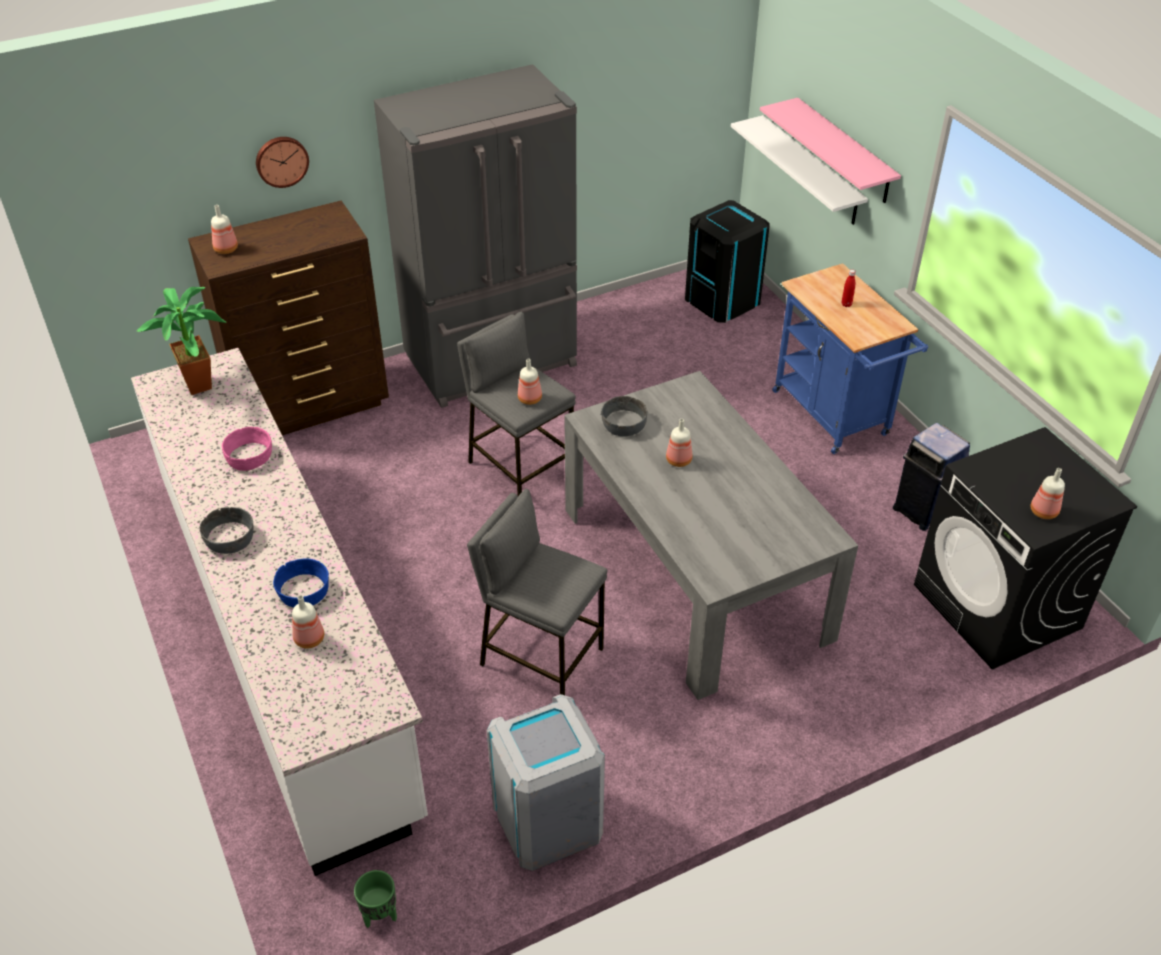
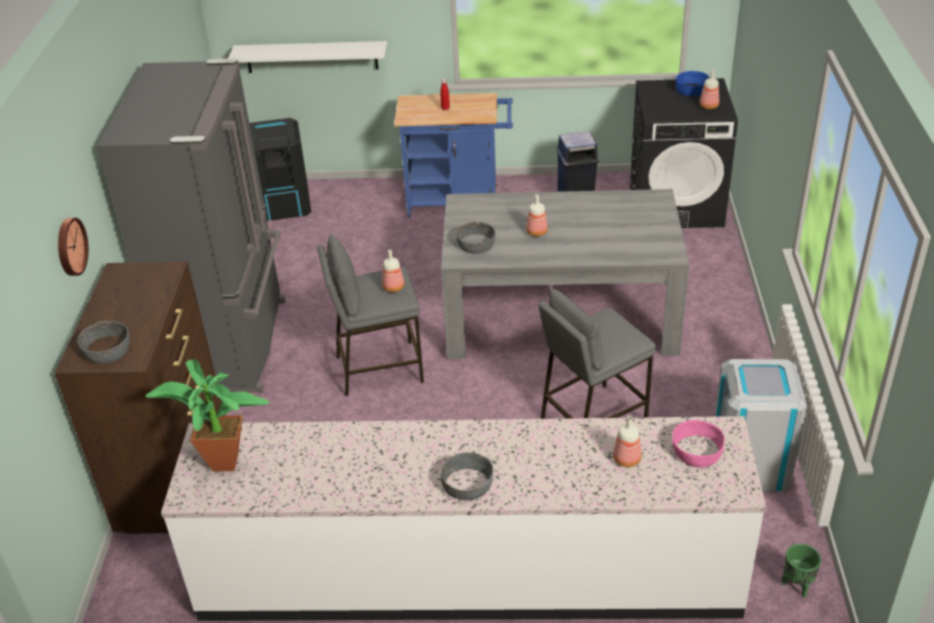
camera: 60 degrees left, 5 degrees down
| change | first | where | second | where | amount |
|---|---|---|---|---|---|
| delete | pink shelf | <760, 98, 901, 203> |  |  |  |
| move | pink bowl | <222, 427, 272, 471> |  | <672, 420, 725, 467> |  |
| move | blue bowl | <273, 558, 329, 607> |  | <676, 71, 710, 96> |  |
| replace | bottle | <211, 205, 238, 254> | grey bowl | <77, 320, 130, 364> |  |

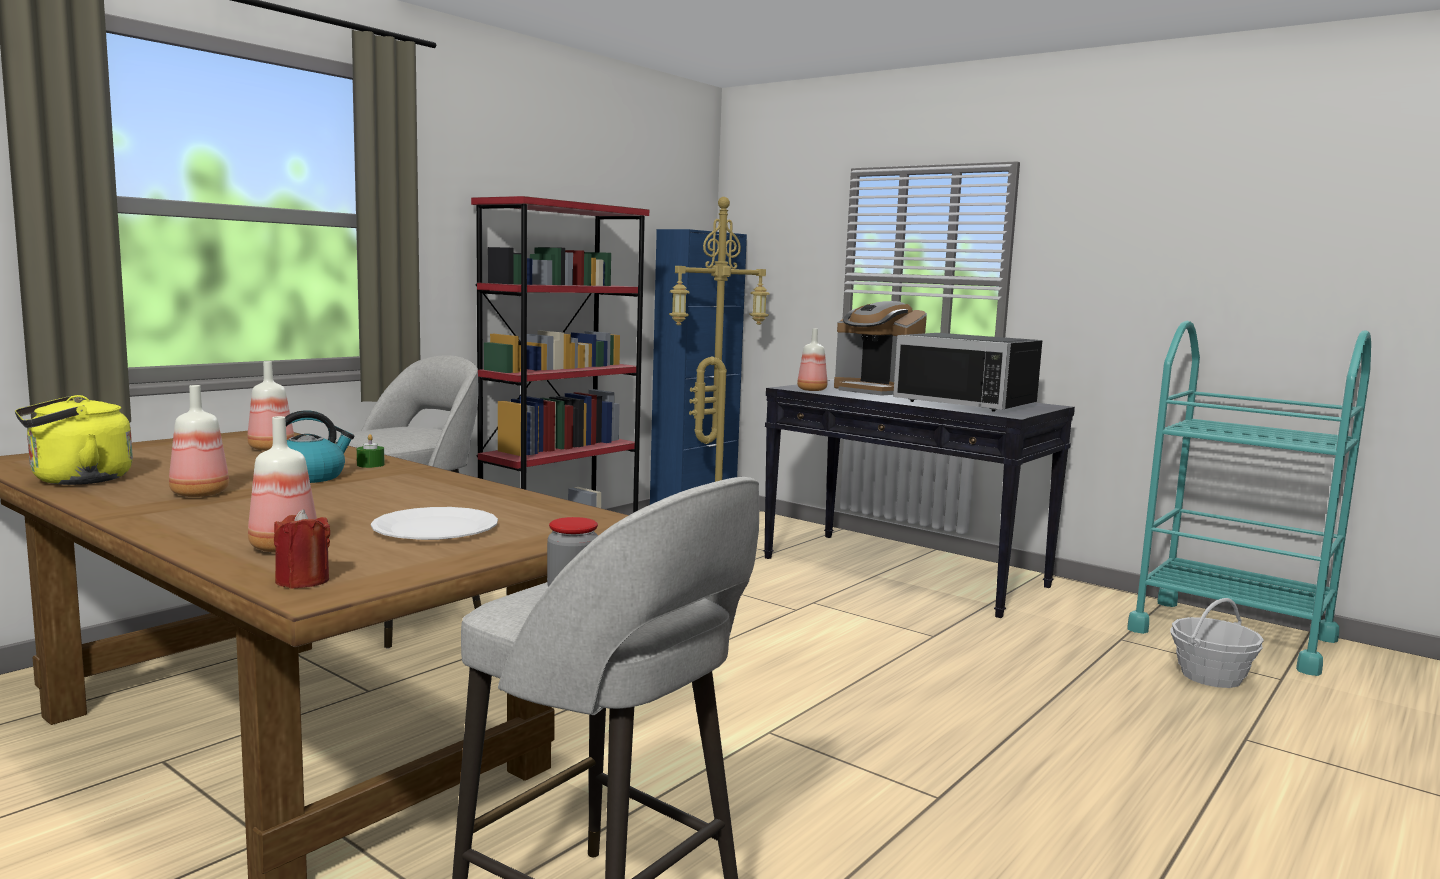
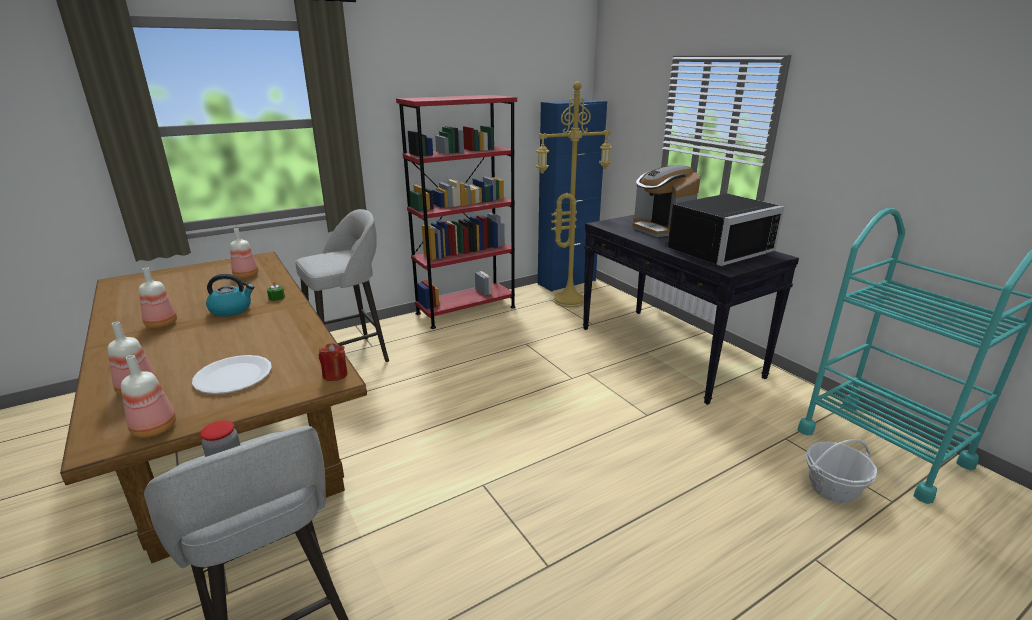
camera: 20 degrees right, 15 degrees up
| change | first | where | second | where | amount |
|---|---|---|---|---|---|
| delete | yellow kettle | <15, 395, 133, 485> |  |  |  |
| move | red candle | <274, 509, 330, 588> |  | <318, 343, 348, 381> |  |
| move | bottle | <797, 328, 827, 391> |  | <121, 355, 176, 438> |  |
| rotate | black microwave | <893, 333, 1042, 412> |  | <664, 194, 785, 266> | 90 degrees counterclockwise |

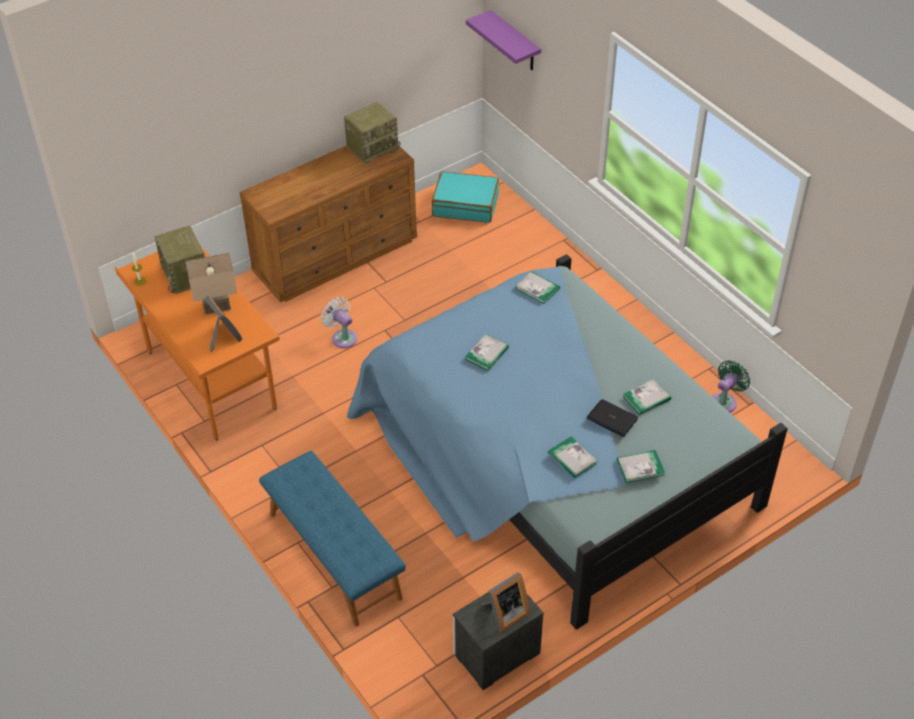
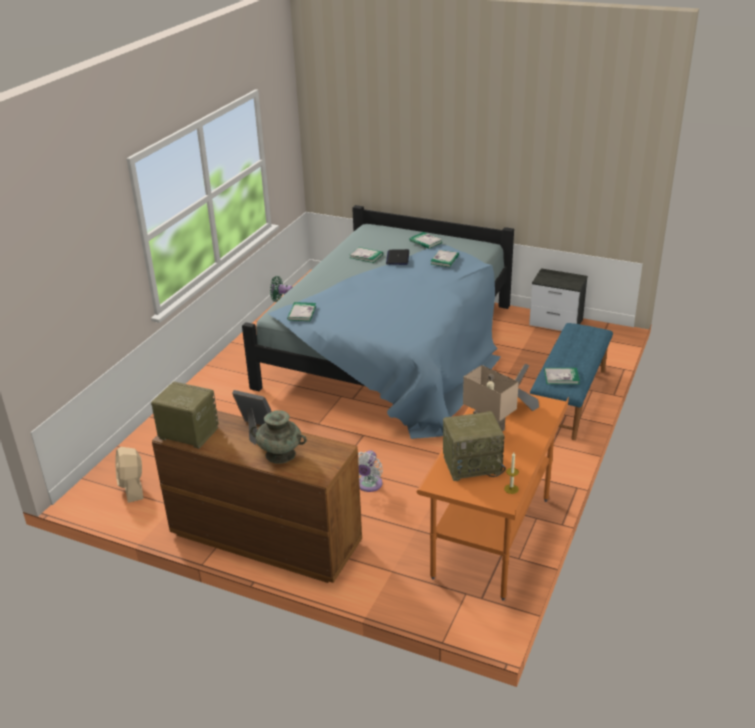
camera: 120 degrees left, 15 degrees down
| change | first | where | second | where | amount |
|---|---|---|---|---|---|
| delete | purple shelf | <466, 10, 541, 70> |  |  |  |
| insert |  |  | turquoise vase | <250, 410, 307, 464> |  |
| move | book | <465, 334, 509, 371> |  | <544, 368, 580, 384> |  |
| move | picture frame | <481, 572, 530, 632> |  | <232, 390, 272, 445> |  |
| replace | turquoise suitcase | <432, 171, 499, 223> | beige fan | <116, 447, 144, 503> |  |
| rotate | radio | <154, 226, 205, 294> |  | <443, 411, 506, 481> | 45 degrees clockwise |

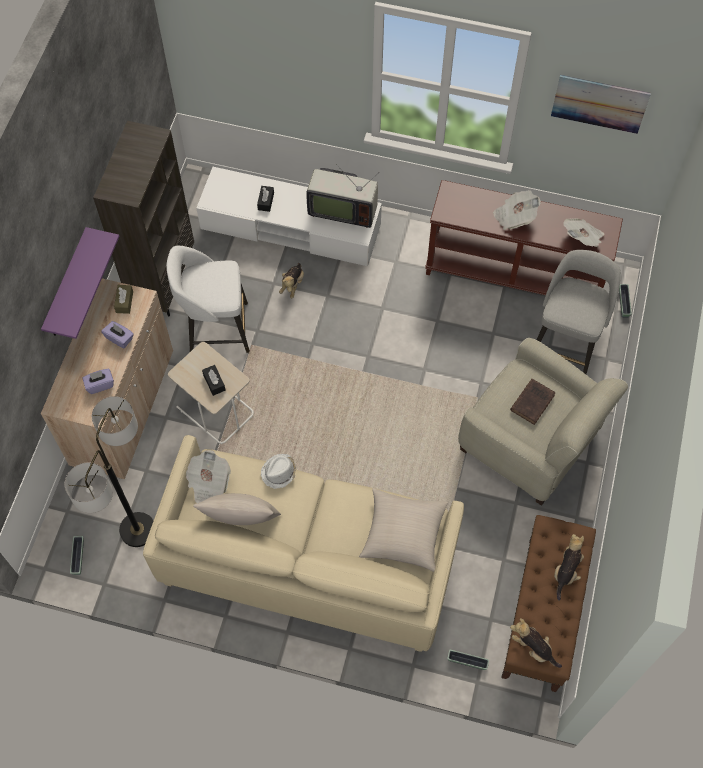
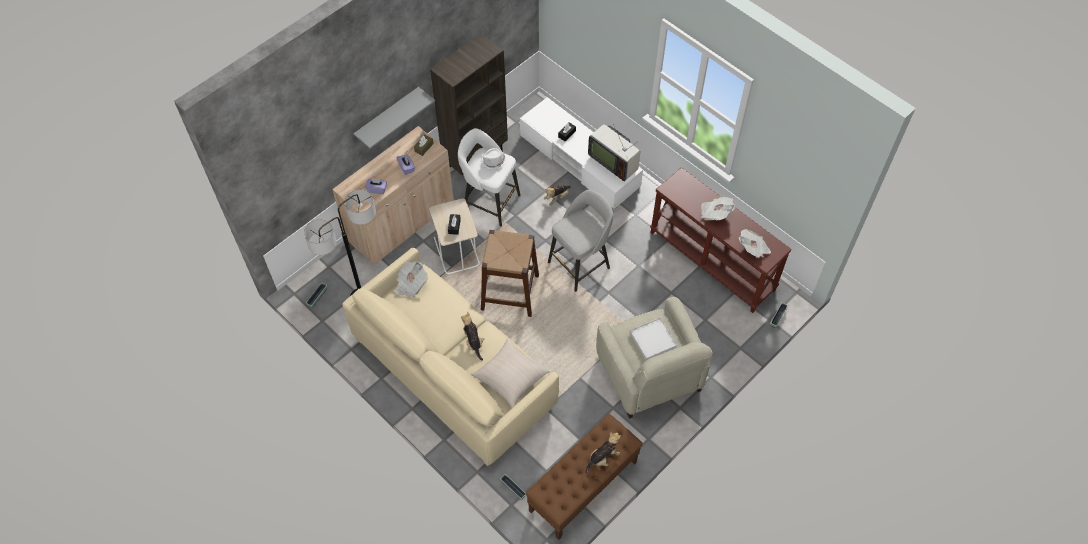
camera: 30 degrees right, 5 degrees down
| change | first | where | second | where | amount |
|---|---|---|---|---|---|
| delete | beige pillow | <193, 493, 281, 525> |  |  |  |
| delete | picture | <551, 75, 651, 134> |  |  |  |
| insert |  |  | brown stool | <481, 230, 539, 317> |  |
| move | white hat | <261, 454, 296, 489> |  | <481, 148, 505, 170> |  |
| move | plush toy | <510, 618, 562, 668> |  | <461, 312, 485, 361> |  |
| move | grey stool | <537, 250, 621, 375> |  | <548, 190, 613, 292> |  |
| replace | brown book | <510, 379, 556, 425> | white tray | <630, 317, 677, 360> |  |
| recolor | purple shelf | <41, 227, 120, 339> | grey shelf | <353, 87, 435, 149> |  |

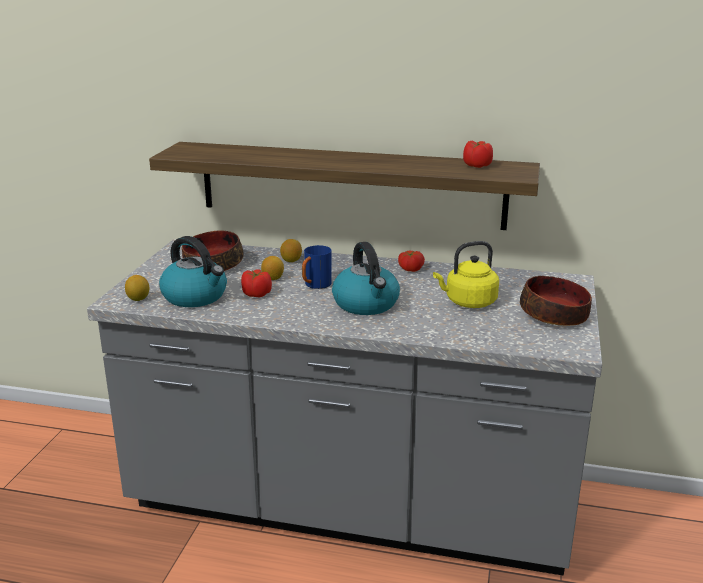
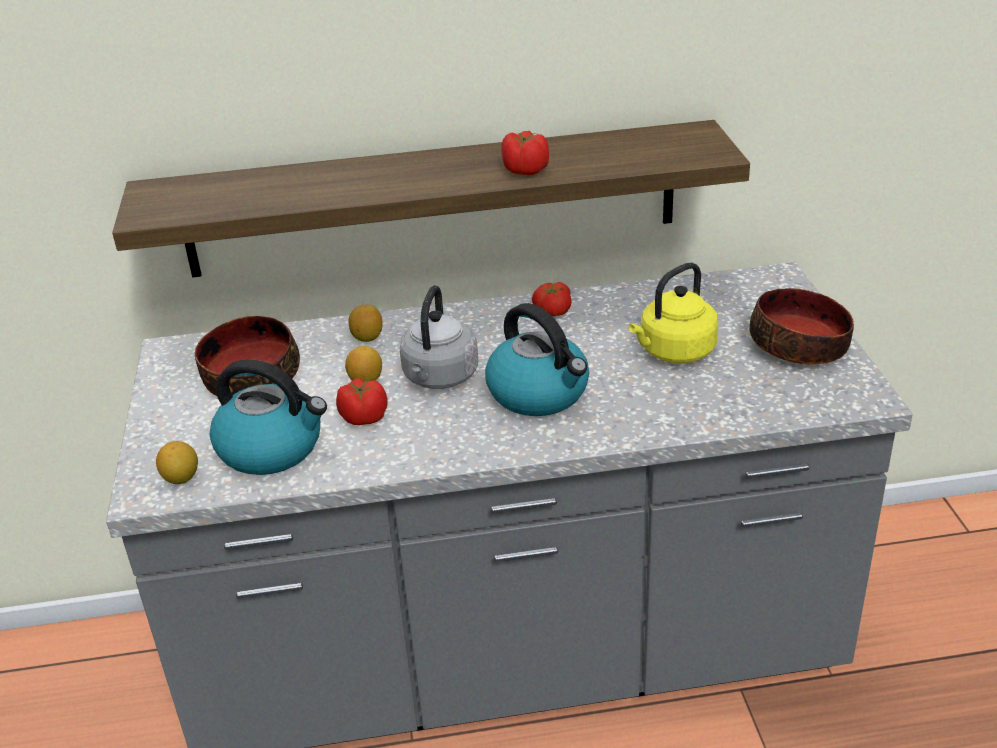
camera: 20 degrees left, 10 degrees up
| change | first | where | second | where | amount |
|---|---|---|---|---|---|
| move | tomato | <463, 140, 493, 168> |  | <501, 131, 549, 175> |  |
| replace | blue mug | <302, 245, 332, 289> | grey kettle | <400, 285, 478, 389> |  |

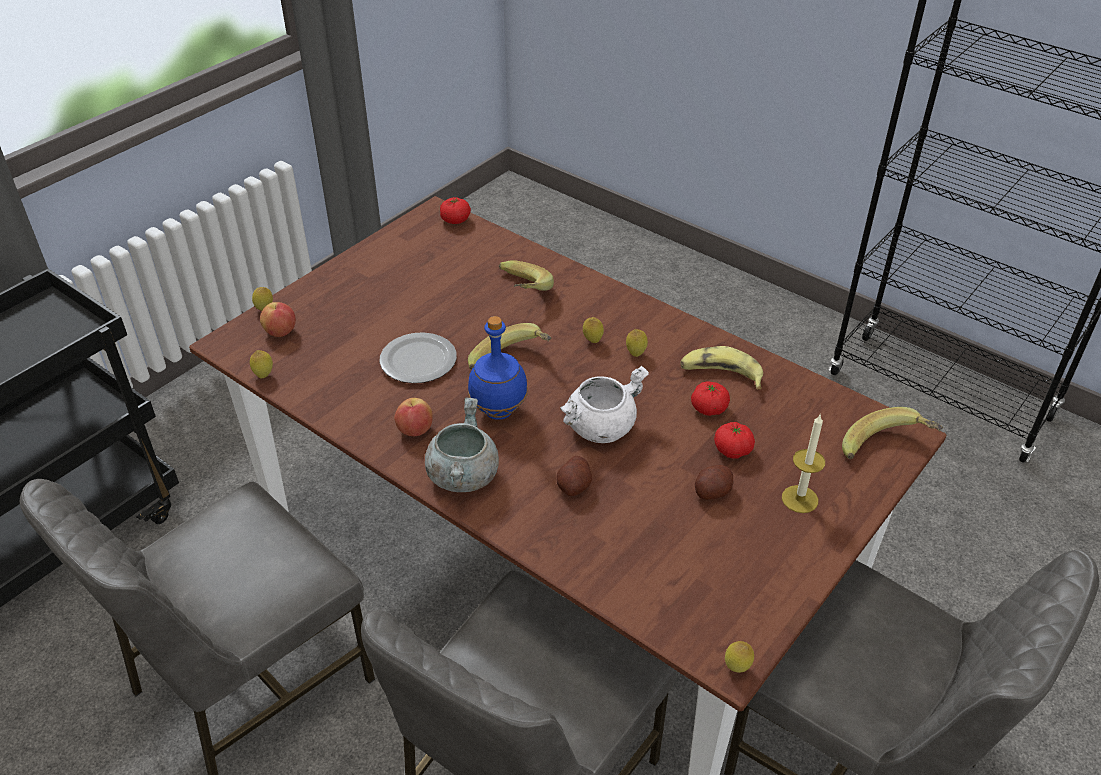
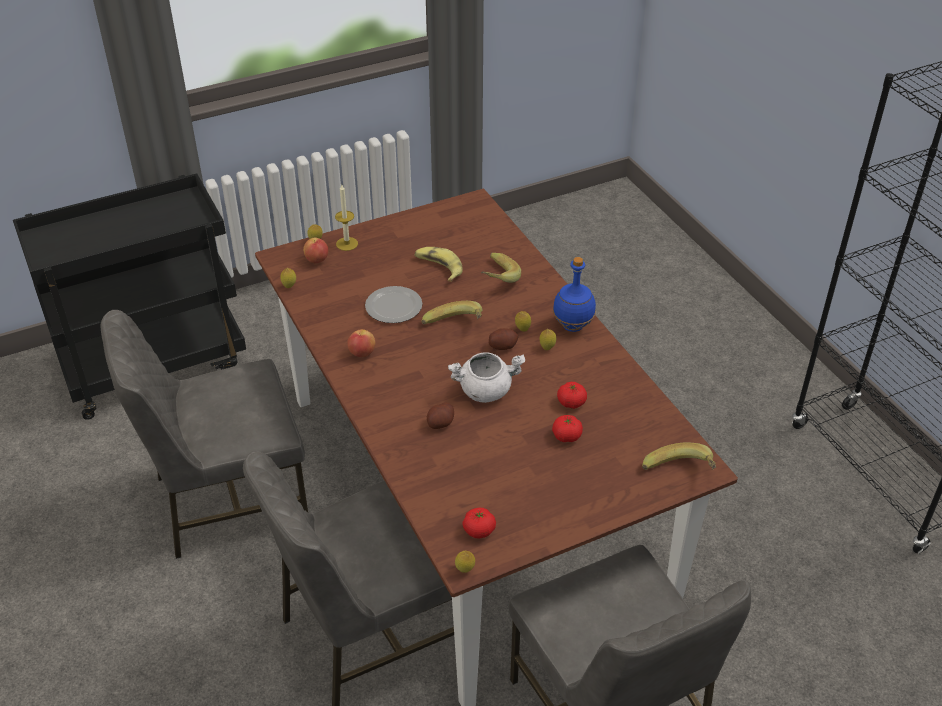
camera: 25 degrees right, 0 degrees up
| change | first | where | second | where | amount |
|---|---|---|---|---|---|
| delete | grey cooking pot | <425, 397, 499, 492> |  |  |  |
| move | tomato | <440, 197, 471, 224> |  | <462, 508, 496, 539> |  |
| move | blue bottle | <468, 316, 528, 420> |  | <553, 257, 596, 332> |  |
| move | banana | <681, 346, 763, 390> |  | <415, 247, 463, 282> |  |
| move | potato | <695, 465, 733, 500> |  | <489, 328, 518, 350> |  |
| move | candle | <782, 415, 825, 513> |  | <335, 185, 358, 251> |  |

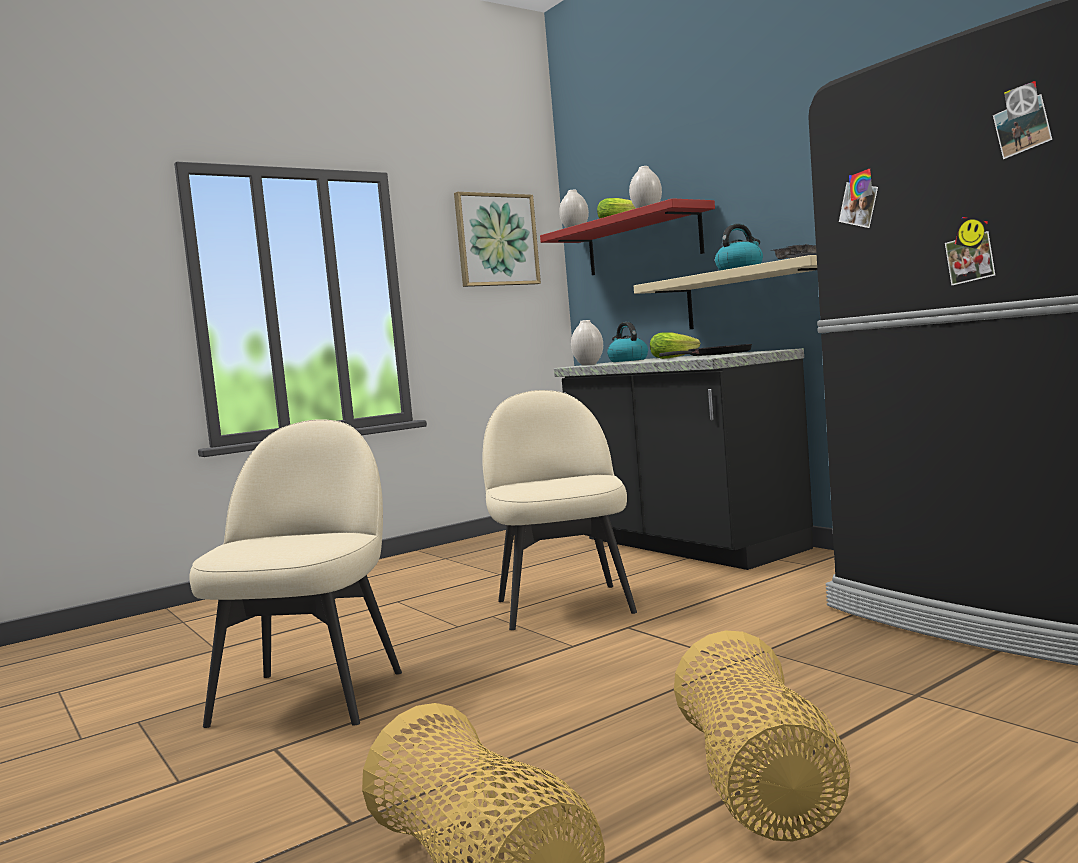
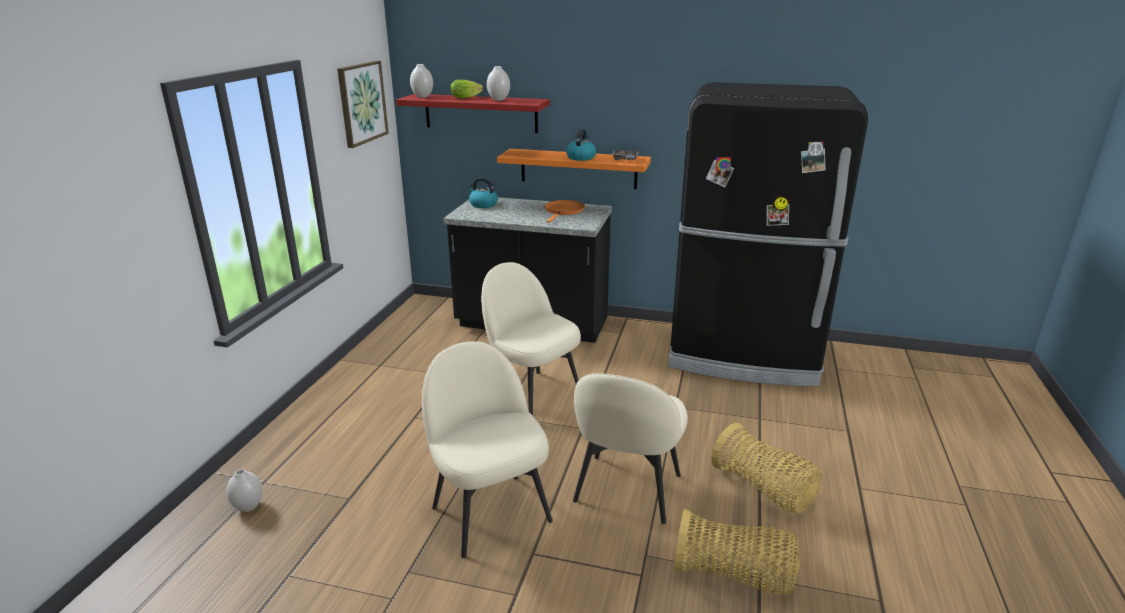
camera: 40 degrees left, 20 degrees up
| change | first | where | second | where | amount |
|---|---|---|---|---|---|
| delete | lettuce | <650, 332, 700, 359> |  |  |  |
| insert |  |  | beige chair | <573, 373, 688, 524> |  |
| move | white vase | <571, 320, 603, 365> |  | <226, 469, 263, 512> |  |
| recolor | beige shelf | <634, 255, 817, 329> | orange shelf | <497, 149, 651, 189> |  |
| recolor | black frying pan | <659, 344, 752, 357> | orange frying pan | <545, 200, 585, 223> |  |

